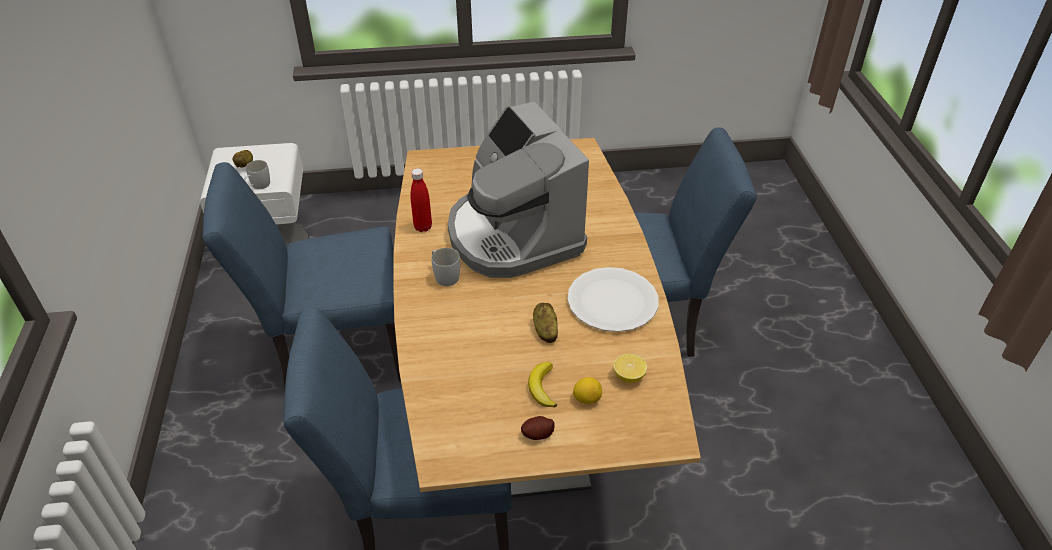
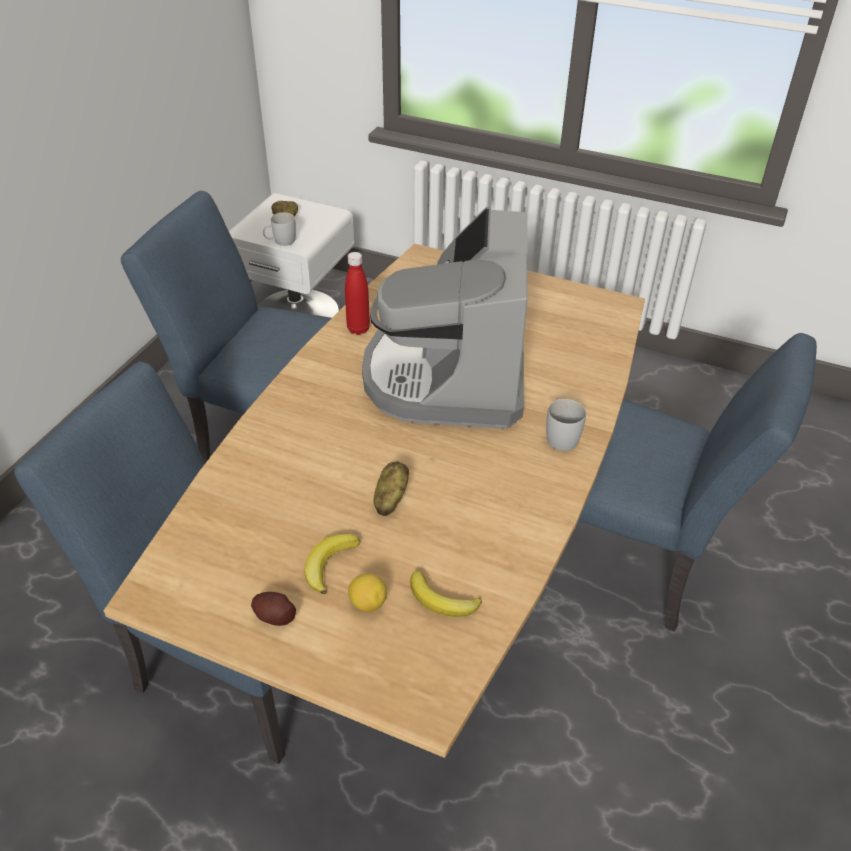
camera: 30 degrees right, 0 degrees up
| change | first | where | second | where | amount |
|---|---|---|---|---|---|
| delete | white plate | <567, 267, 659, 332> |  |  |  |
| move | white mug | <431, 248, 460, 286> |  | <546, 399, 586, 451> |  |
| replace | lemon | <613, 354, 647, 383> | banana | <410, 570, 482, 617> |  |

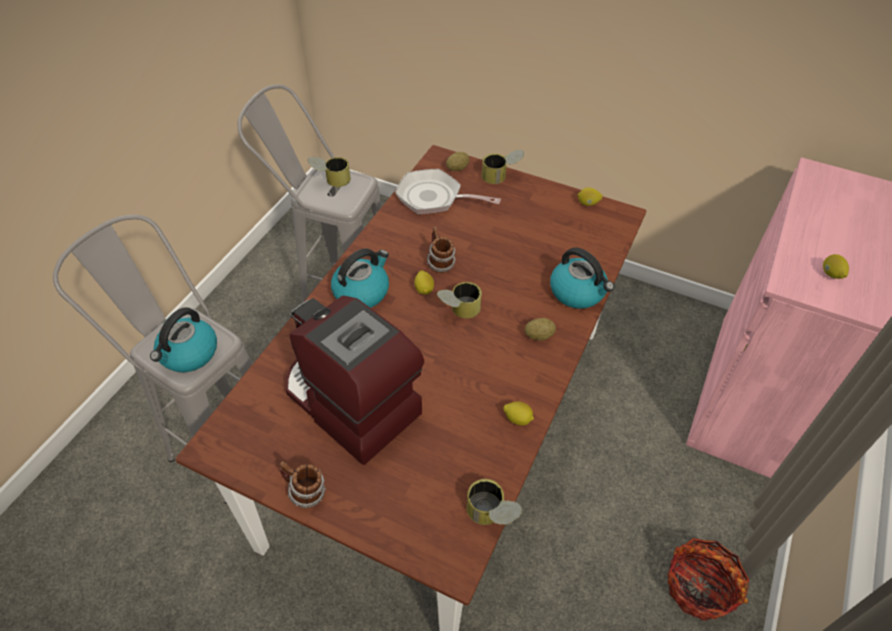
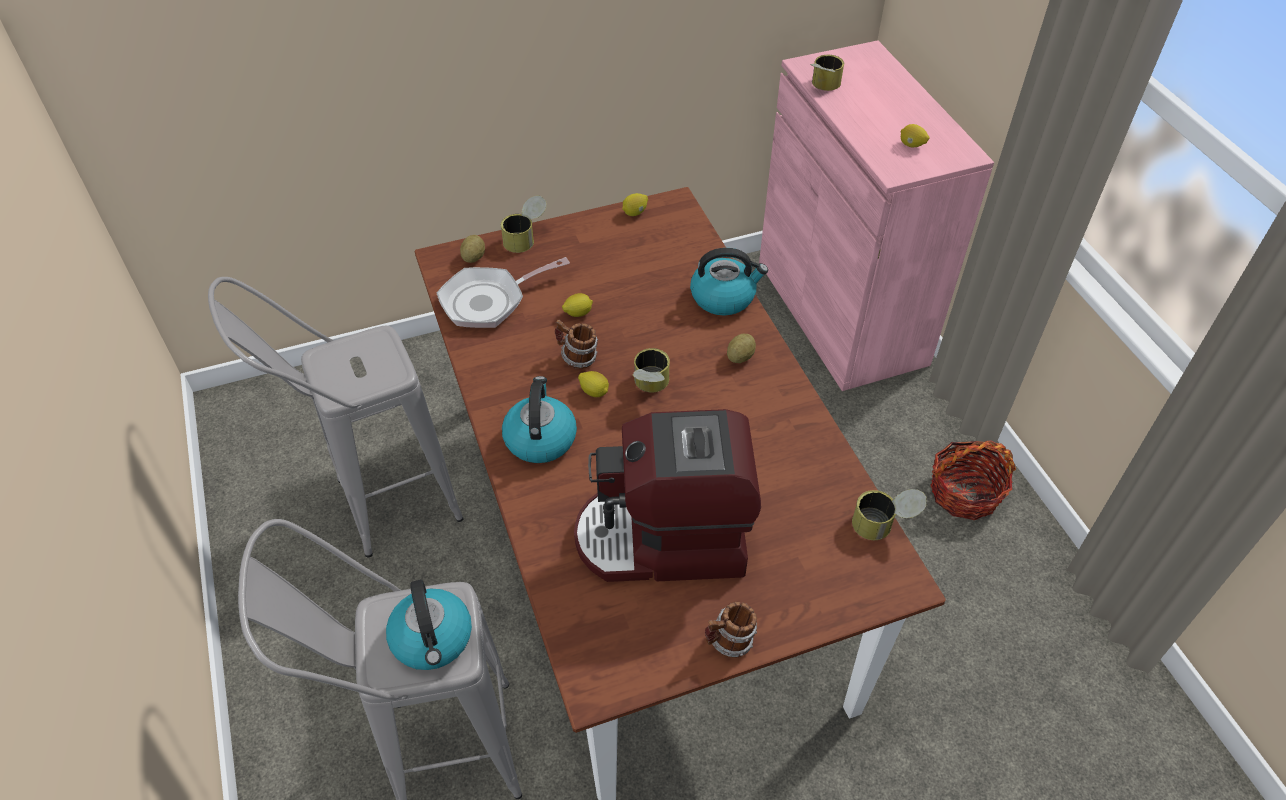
camera: 45 degrees left, 0 degrees up
| change | first | where | second | where | amount |
|---|---|---|---|---|---|
| move | can | <308, 157, 351, 187> |  | <810, 55, 844, 91> |  |
| move | lemon | <503, 401, 534, 426> |  | <562, 293, 593, 317> |  |

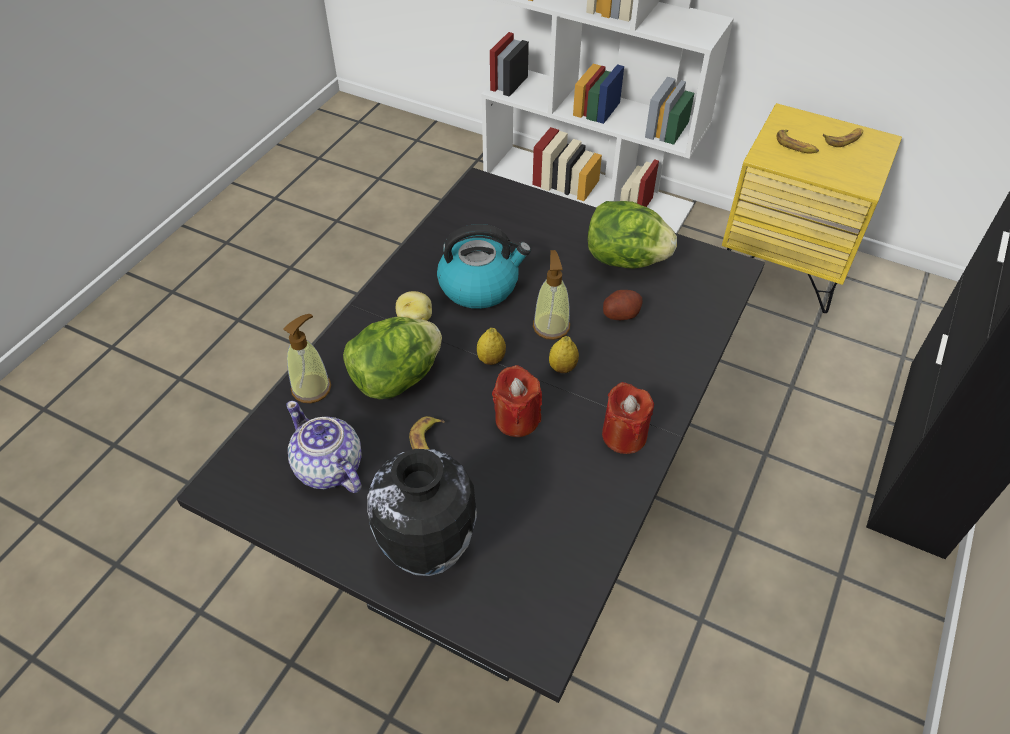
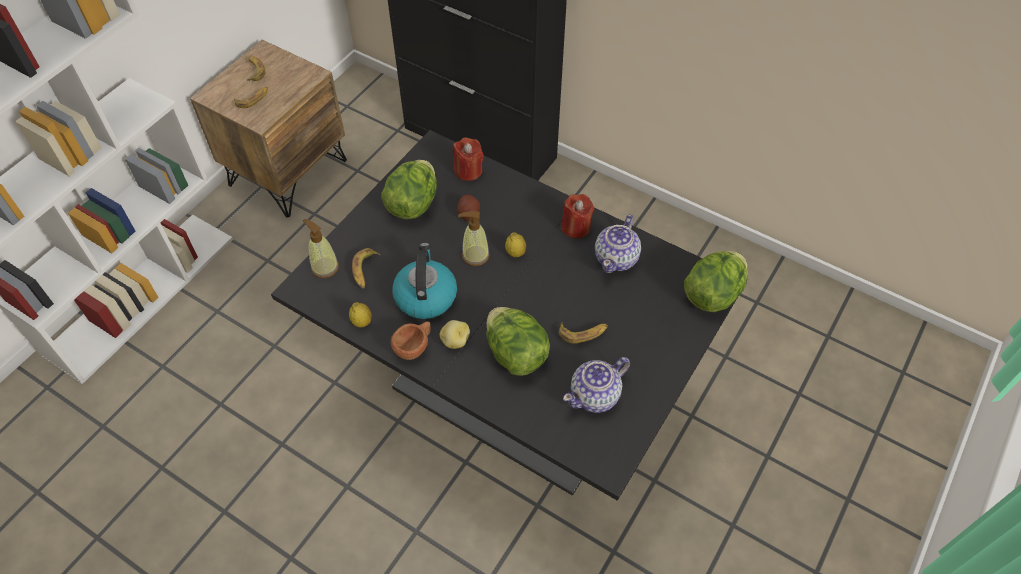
camera: 85 degrees left, 5 degrees up
| change | first | where | second | where | amount |
|---|---|---|---|---|---|
| delete | vase | <367, 449, 477, 576> |  |  |  |
| insert |  |  | banana | <352, 248, 380, 289> |  |
| insert |  |  | brown cup | <391, 321, 431, 360> |  |
| insert |  |  | teapot | <595, 214, 641, 273> |  |
| insert |  |  | lettuce | <684, 251, 748, 312> |  |
| move | soap dispenser | <284, 314, 331, 403> |  | <303, 219, 339, 278> |  |
| move | lemon | <477, 328, 506, 365> |  | <349, 302, 372, 327> |  |
| move | red candle | <492, 365, 542, 437> |  | <453, 137, 484, 181> |  |
| recolor | yellow nightstand | <722, 103, 902, 313> | brown nightstand | <190, 40, 347, 218> |  |

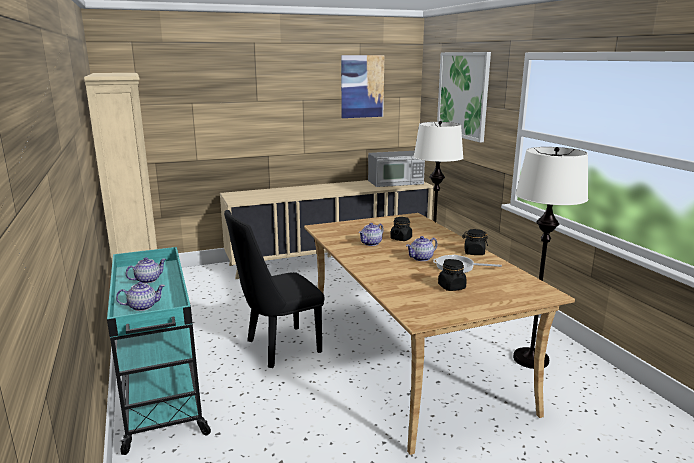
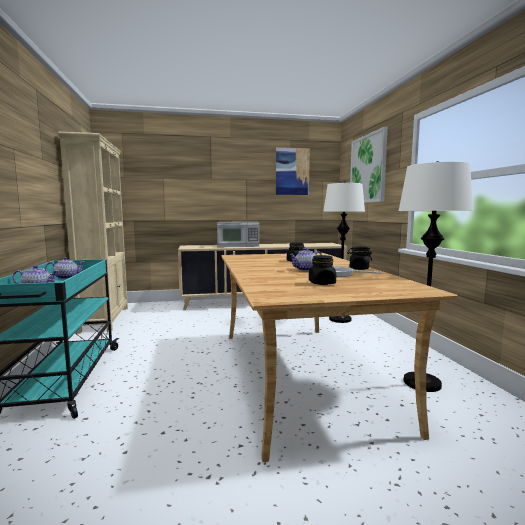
camera: 10 degrees right, 10 degrees down
| change | first | where | second | where | amount |
|---|---|---|---|---|---|
| delete | black chair | <224, 210, 325, 368> |  |  |  |
| delete | teapot | <359, 223, 384, 246> |  |  |  |
| move | microwave | <368, 151, 425, 187> |  | <217, 222, 259, 247> |  |

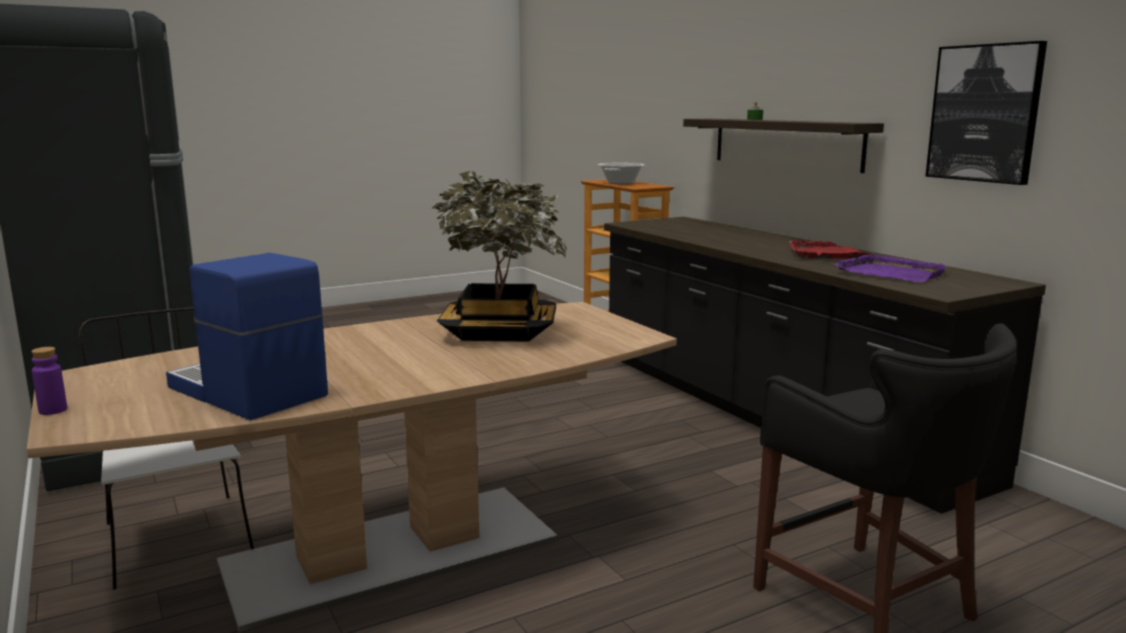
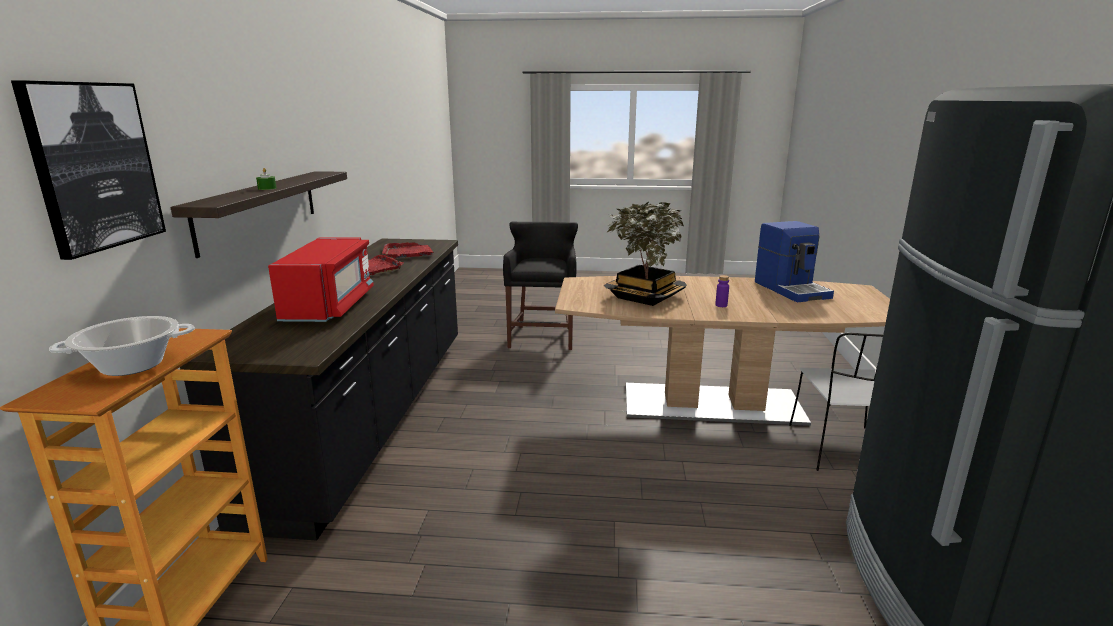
camera: 145 degrees left, 5 degrees up
| change | first | where | second | where | amount |
|---|---|---|---|---|---|
| insert |  |  | red microwave | <268, 237, 374, 322> |  |
| move | purple bottle | <31, 347, 67, 415> |  | <715, 275, 729, 307> |  |
| move | picture | <925, 41, 1047, 185> |  | <11, 80, 166, 260> |  |
| recolor | purple tray | <835, 253, 948, 282> | red tray | <382, 242, 434, 258> |  |

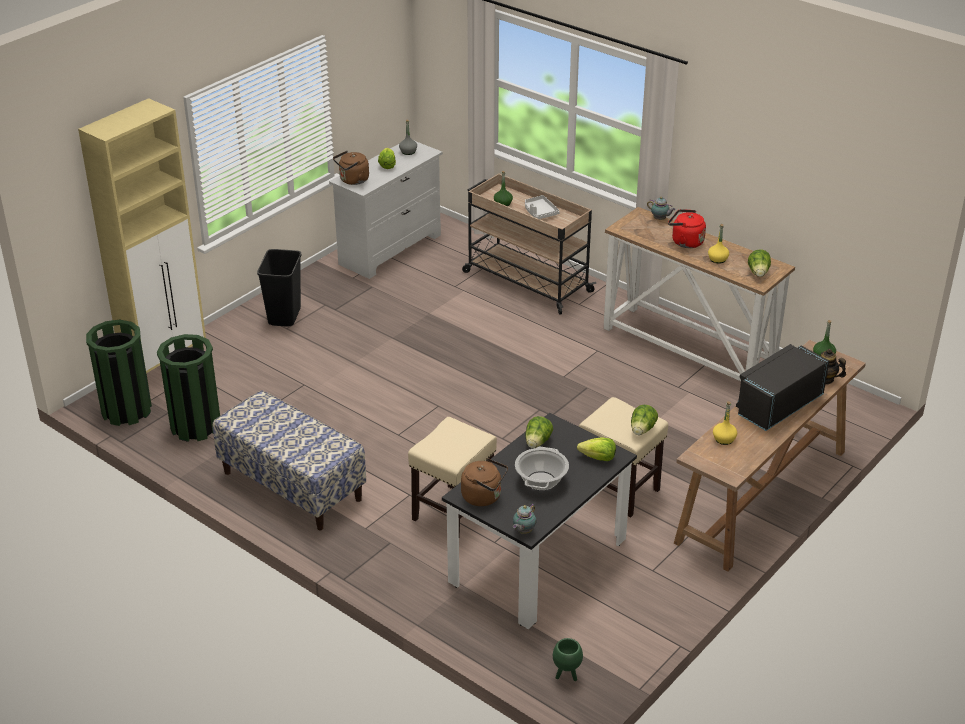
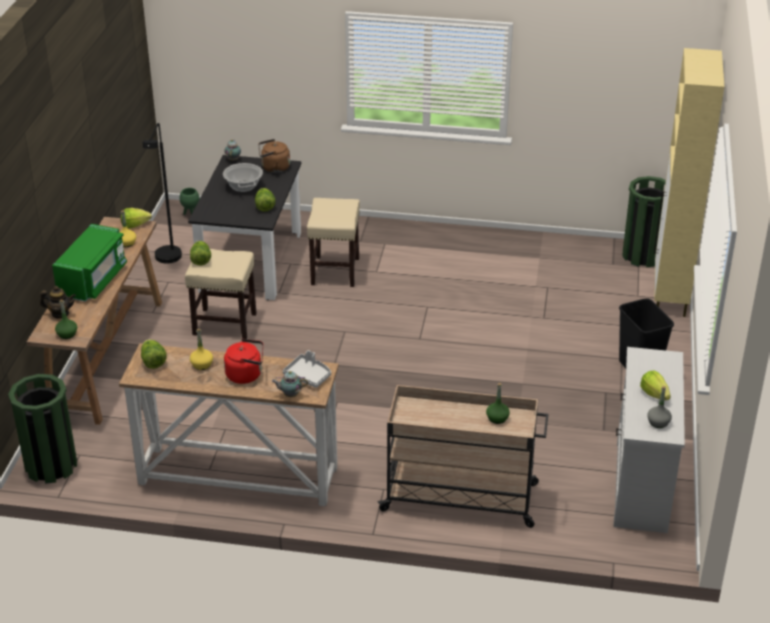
camera: 150 degrees right, 0 degrees up
| change | first | where | second | where | amount |
|---|---|---|---|---|---|
| delete | bench | <213, 390, 366, 530> |  |  |  |
| delete | brown kettle | <333, 151, 369, 185> |  |  |  |
| insert |  |  | black floor lamp | <143, 123, 182, 264> |  |
| move | green trash can | <157, 334, 220, 442> |  | <8, 374, 77, 484> |  |
| move | grey tray | <525, 195, 560, 219> |  | <283, 350, 331, 388> |  |
| move | lettuce | <577, 437, 616, 461> |  | <121, 208, 152, 228> |  |
| recolor | black microwave | <736, 344, 829, 431> | green microwave | <52, 224, 127, 302> |  |

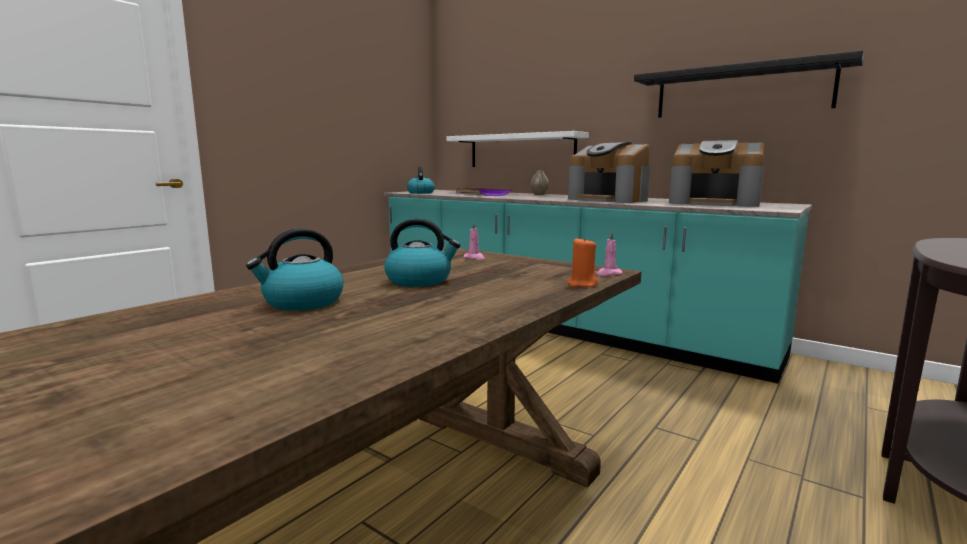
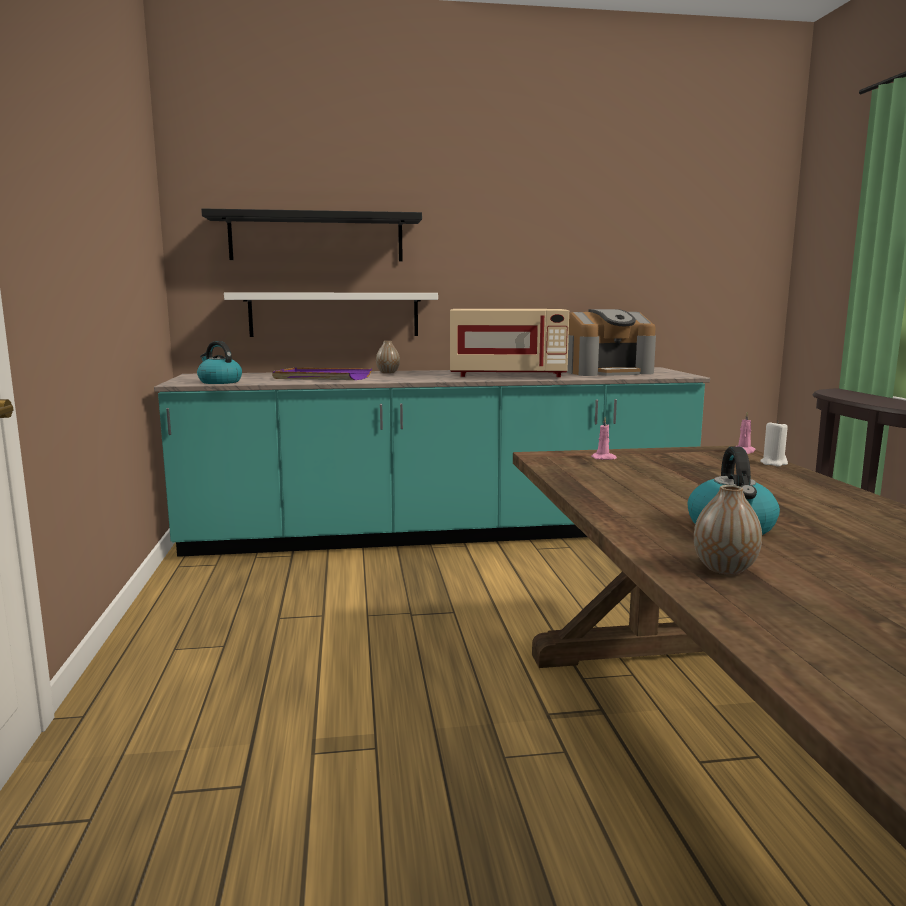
camera: 45 degrees left, 0 degrees up
| change | first | where | second | where | amount |
|---|---|---|---|---|---|
| delete | kettle | <384, 218, 461, 287> |  |  |  |
| insert |  |  | vase | <694, 485, 762, 575> |  |
| move | black shelf | <634, 50, 864, 118> |  | <201, 208, 422, 261> |  |
| replace | coffee machine | <568, 142, 650, 203> | beige microwave | <450, 309, 569, 377> |  |
| recolor | orange candle | <567, 237, 598, 287> | white candle | <760, 420, 788, 467> |  |

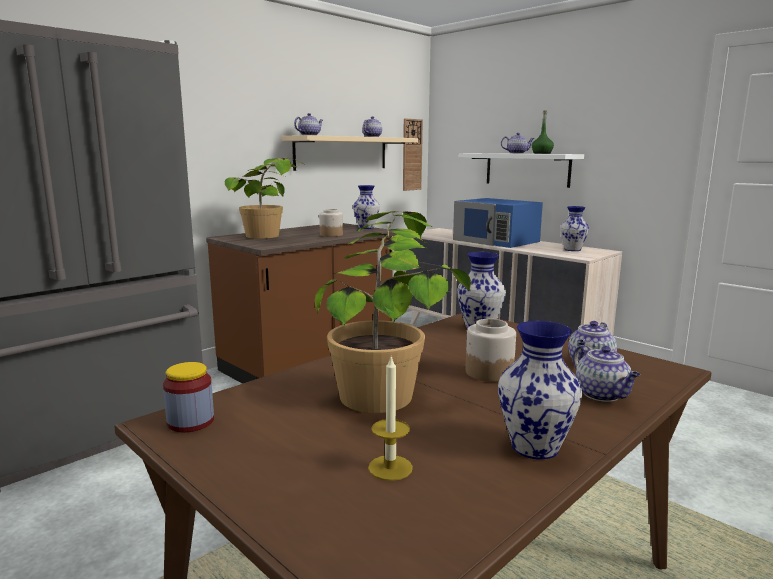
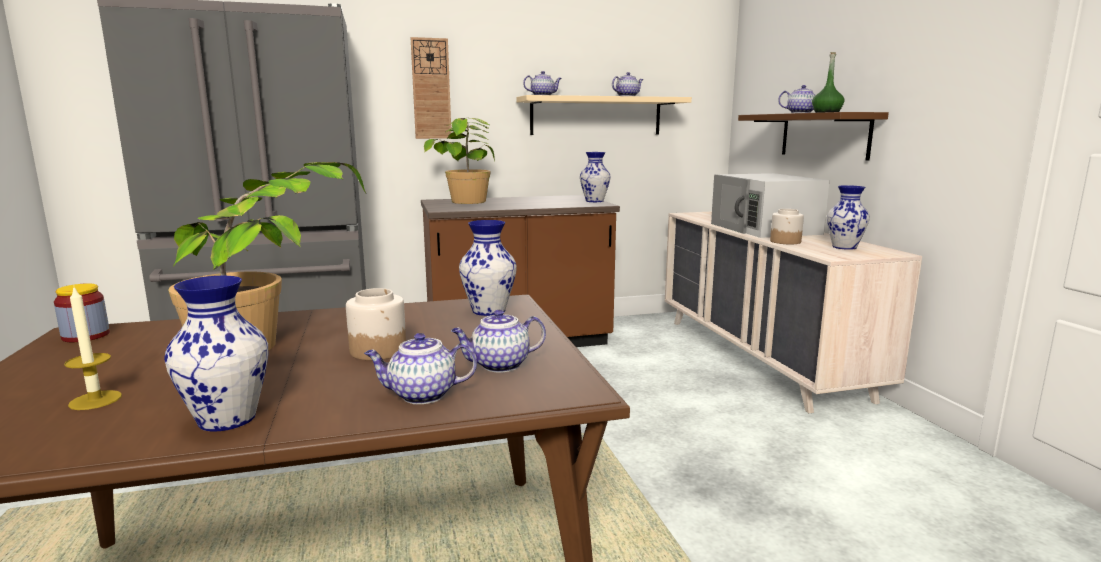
camera: 30 degrees right, 0 degrees up
| change | first | where | second | where | amount |
|---|---|---|---|---|---|
| move | jar | <319, 209, 343, 237> |  | <770, 209, 804, 244> |  |
| move | wall clock | <403, 118, 423, 191> |  | <411, 37, 451, 139> |  |
| recolor | blue microwave | <453, 198, 543, 248> | white microwave | <711, 173, 830, 238> |  |
| recolor | white shelf | <459, 153, 584, 188> | brown shelf | <738, 112, 889, 161> |  |
| rotate | teapot | <573, 345, 640, 402> |  | <364, 333, 477, 404> | 75 degrees clockwise |

